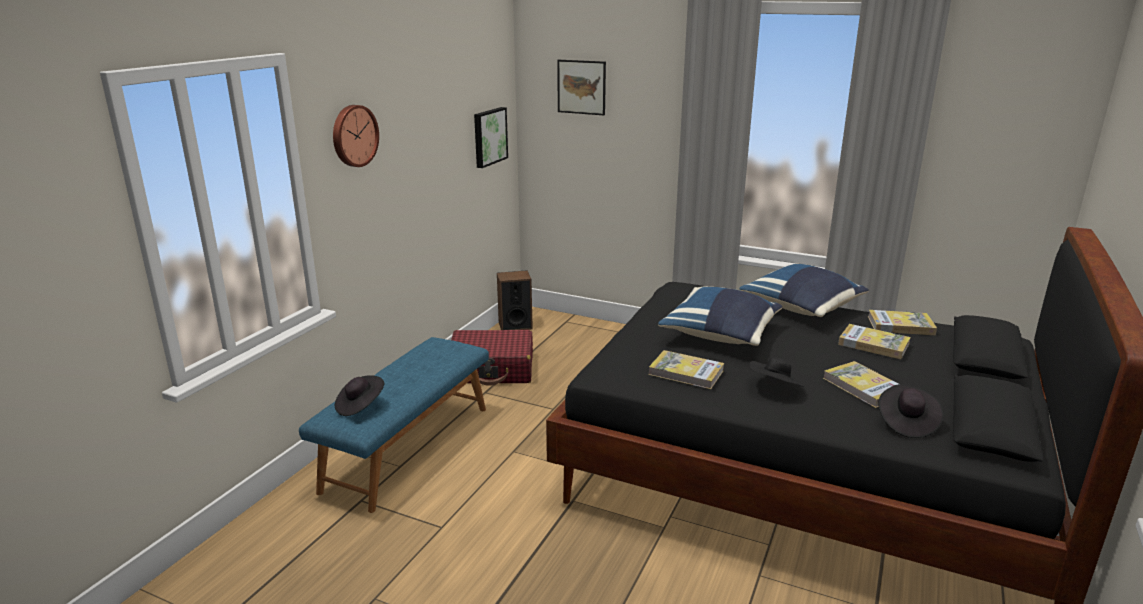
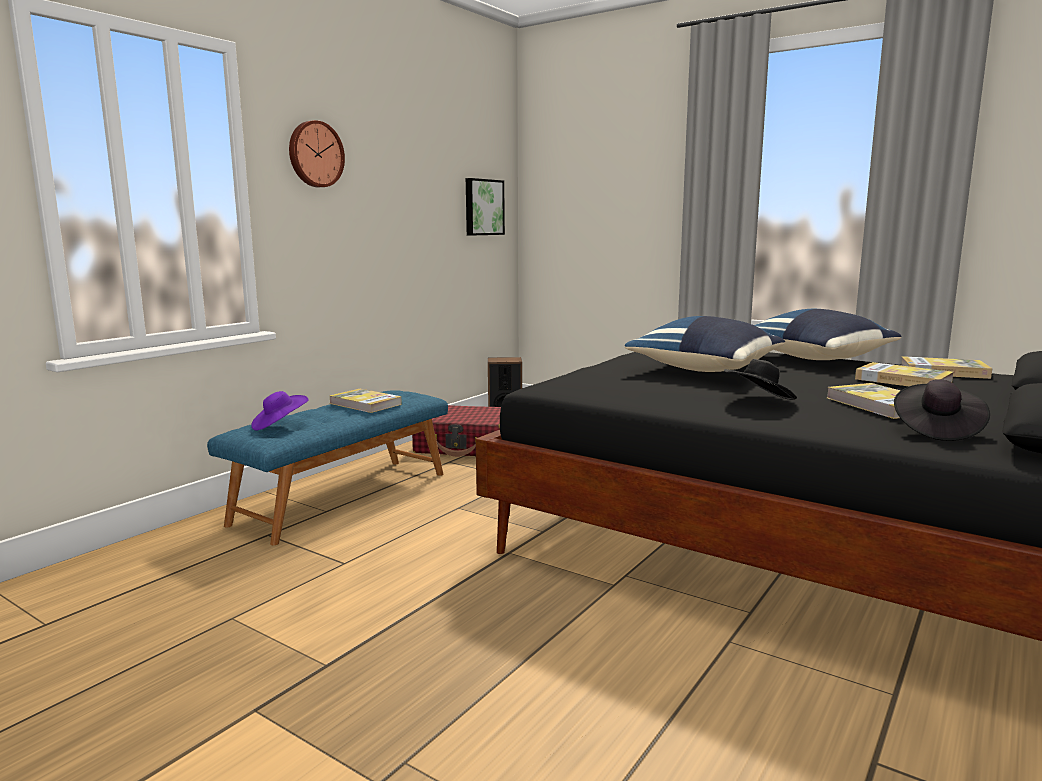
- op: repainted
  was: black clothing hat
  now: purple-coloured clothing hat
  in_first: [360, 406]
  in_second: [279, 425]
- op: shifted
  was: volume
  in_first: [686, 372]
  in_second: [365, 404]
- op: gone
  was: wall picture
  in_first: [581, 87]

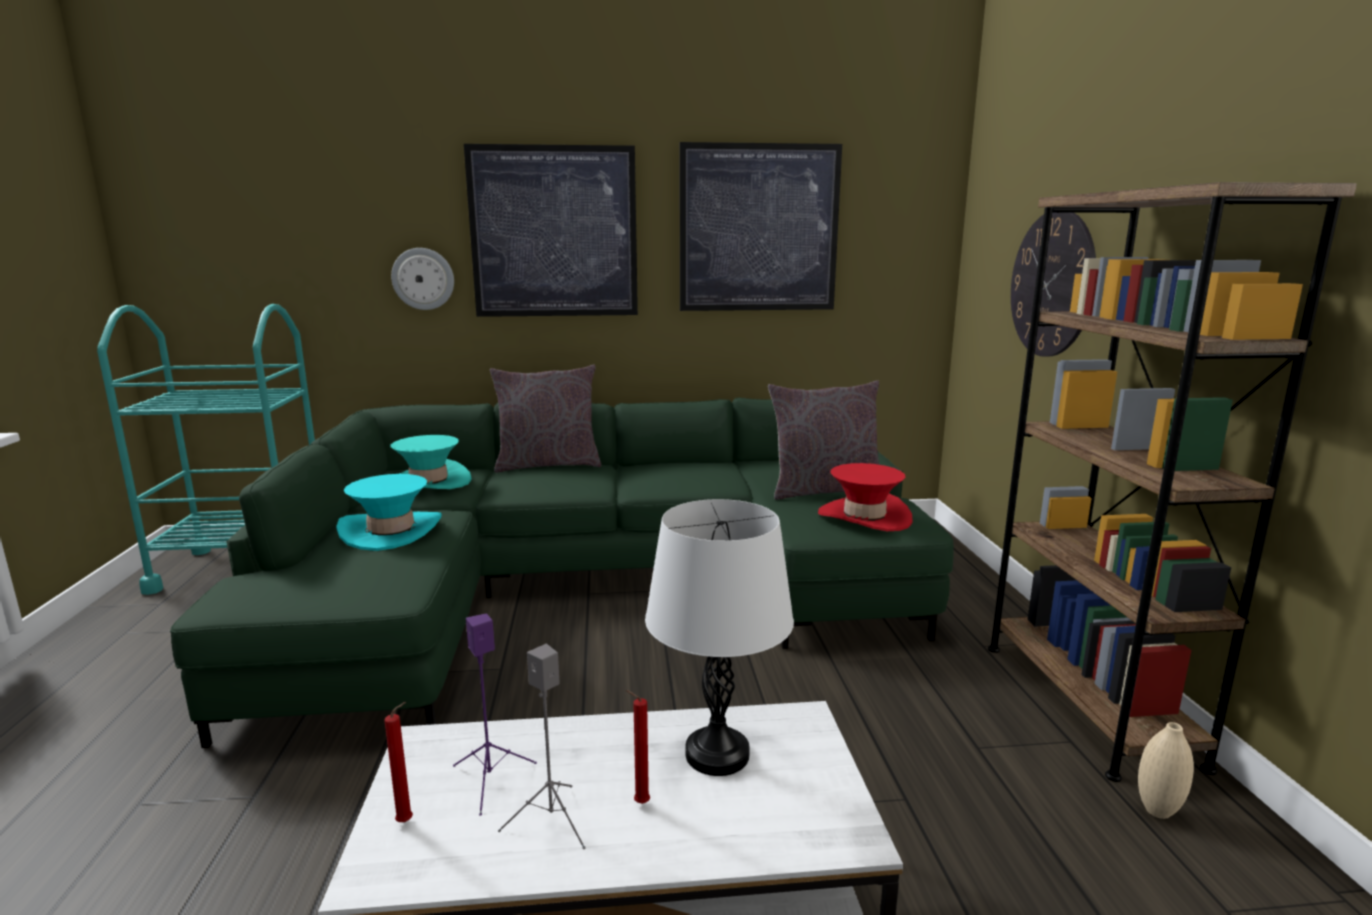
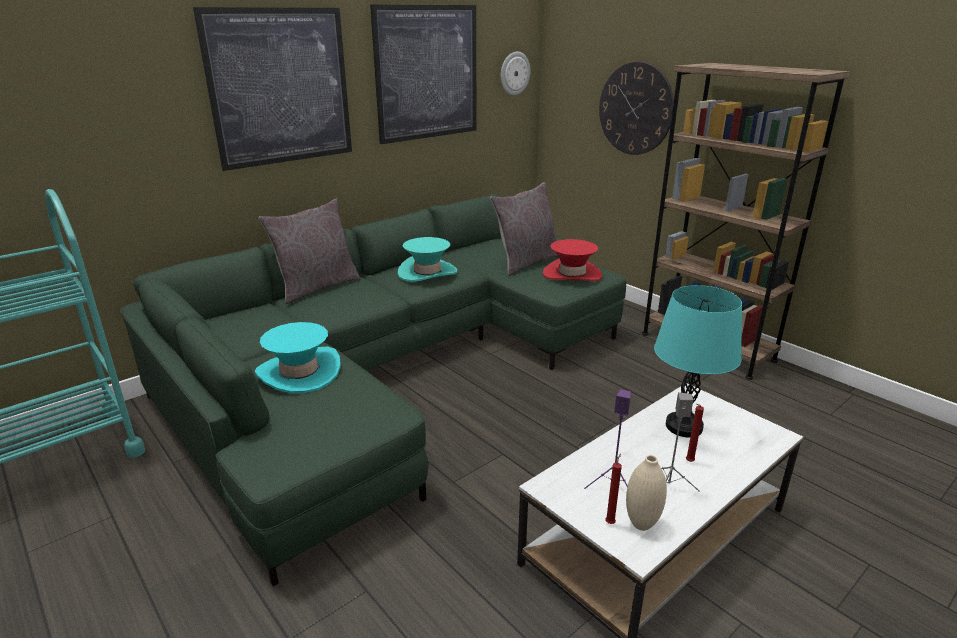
- op: shifted
  was: turquoise-coloured clothing hat
  in_first: [429, 482]
  in_second: [427, 272]
- op: shifted
  was: hanging clock
  in_first: [423, 279]
  in_second: [514, 73]
- op: shifted
  was: sand-coloured flower vase
  in_first: [1157, 811]
  in_second: [641, 524]
- op: repainted
  was: whitish tabletop lamp
  now: turquoise-coloured tabletop lamp
  in_first: [717, 754]
  in_second: [684, 426]

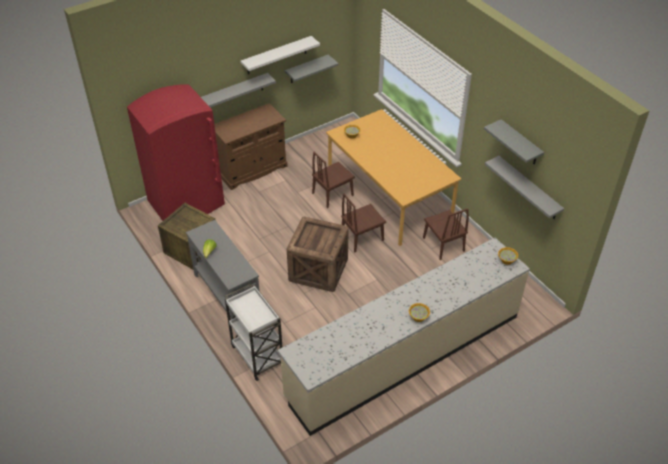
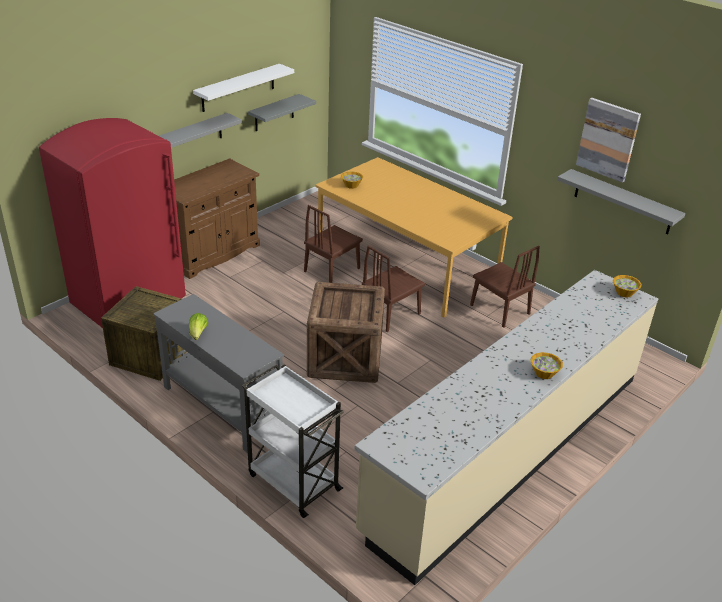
- op: swapped
  was: grey wall shelf
  now: wall picture
  in_first: [520, 143]
  in_second: [608, 139]

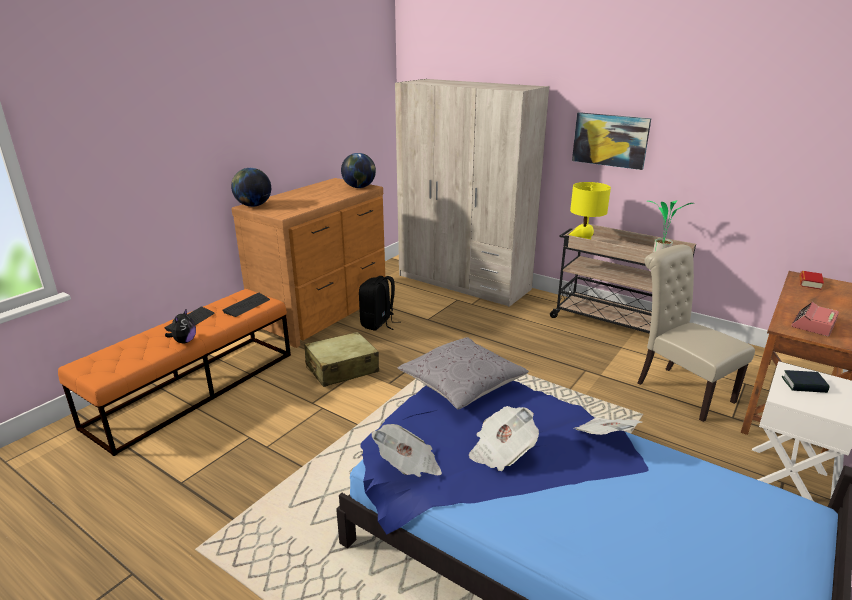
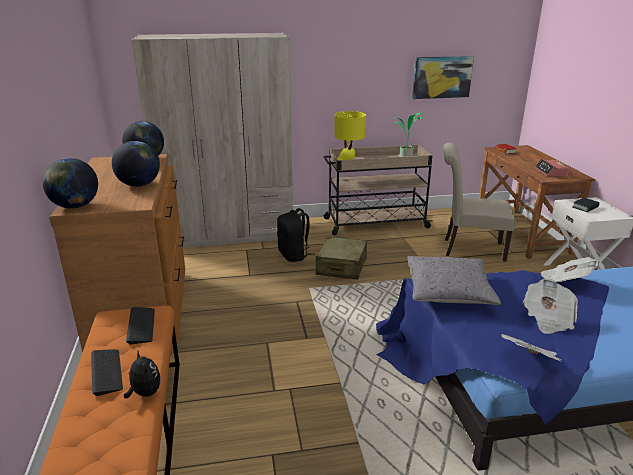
- op: new
  now: globe
  in_second: [139, 185]
- op: shifted
  was: black backpack
  in_first: [378, 324]
  in_second: [294, 255]
- op: shifted
  was: sand-coloured suitcase
  in_first: [341, 369]
  in_second: [341, 267]
- op: shifted
  was: wall picture
  in_first: [610, 140]
  in_second: [442, 77]

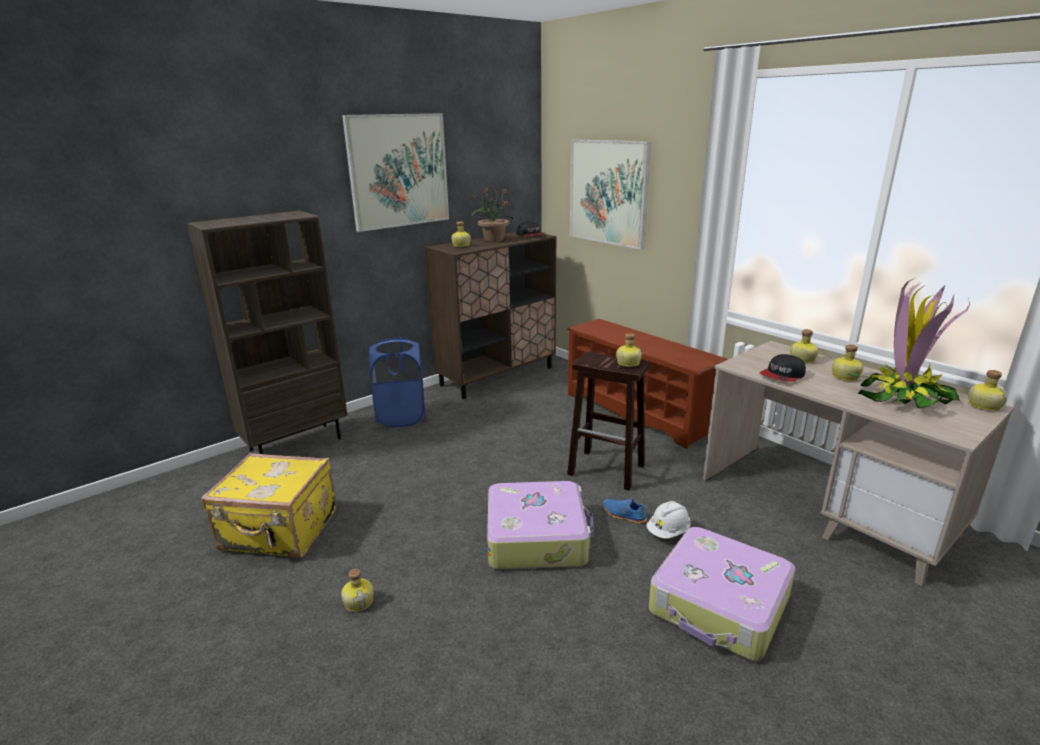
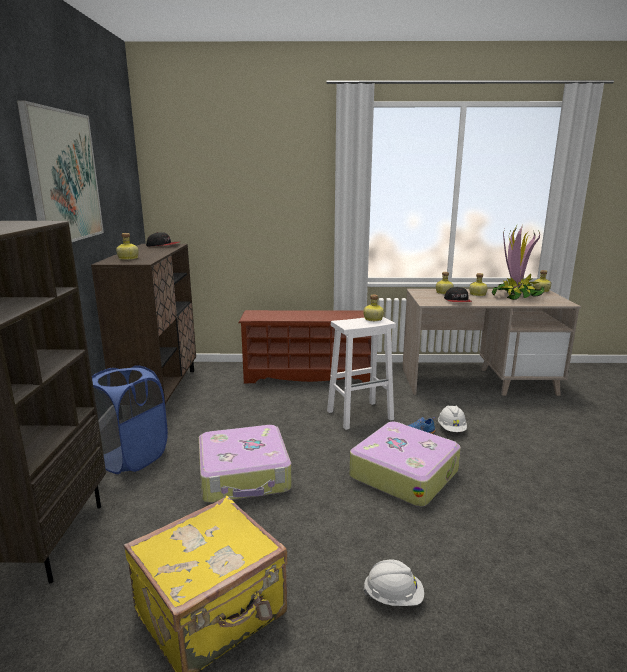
- op: shifted
  was: suitcase
  in_first: [719, 605]
  in_second: [245, 475]
- op: repainted
  was: brown-coloured stool
  now: whitish stool
  in_first: [607, 470]
  in_second: [360, 415]
- op: swapped
  was: beverage bottle
  now: whitish safety helmet
  in_first: [359, 601]
  in_second: [393, 597]
- op: gone
  was: potted plant
  in_first: [493, 239]
- op: gone
  was: wall picture
  in_first: [608, 192]

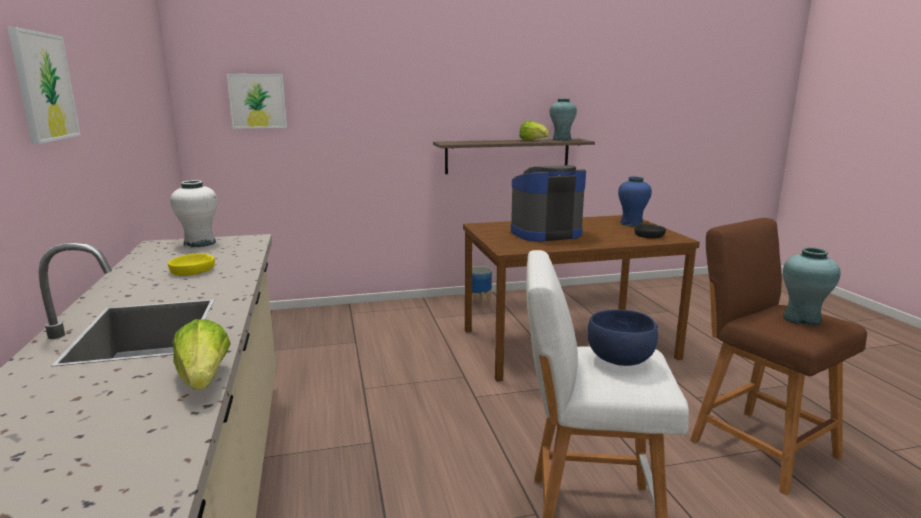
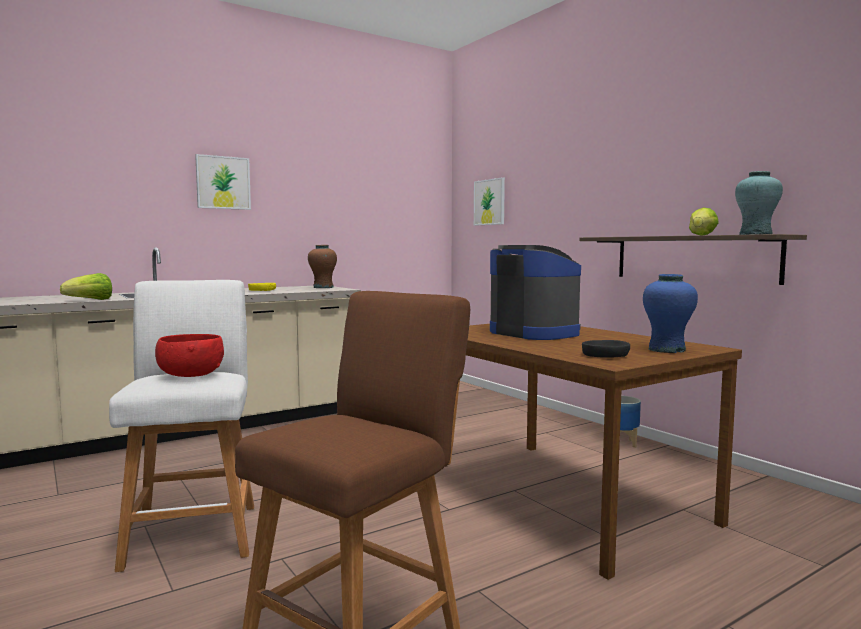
- op: repainted
  was: bluish serving bowl
  now: reddish serving bowl
  in_first: [620, 360]
  in_second: [190, 375]
- op: repainted
  was: whitish flower vase
  now: brown-coloured flower vase
  in_first: [200, 243]
  in_second: [323, 287]
- op: gone
  was: turquoise-coloured flower vase
  in_first: [802, 319]

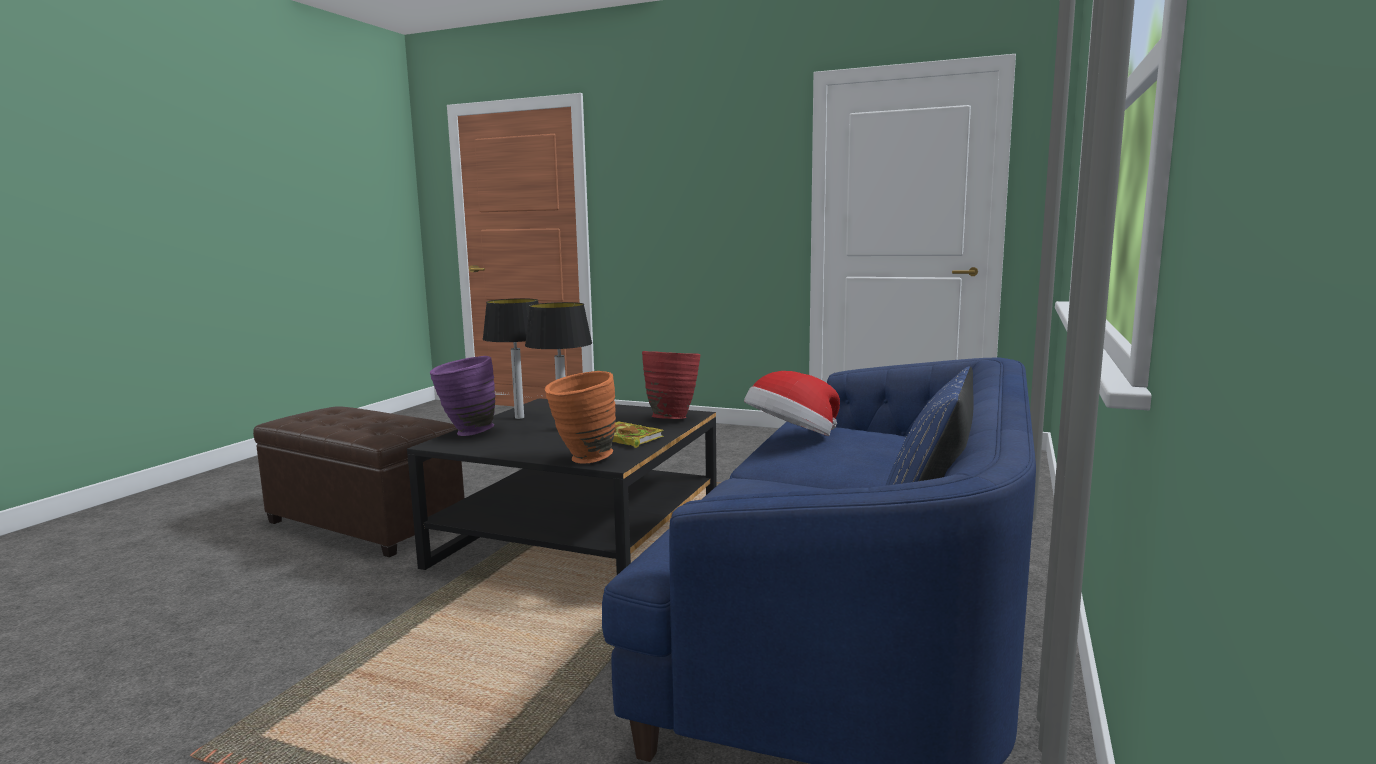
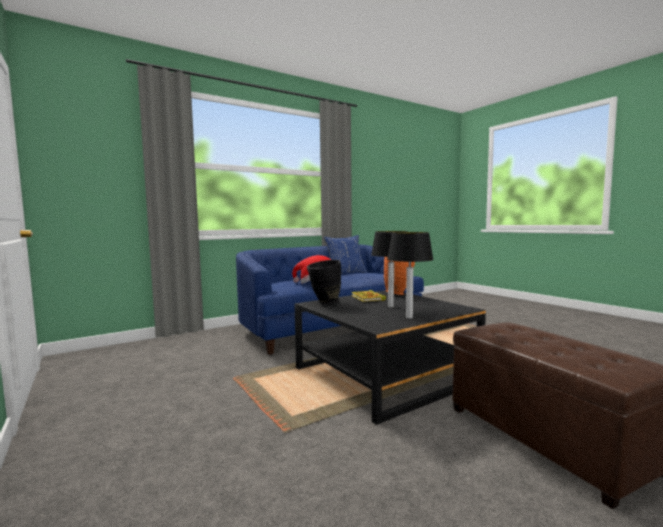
- op: repainted
  was: reddish flower vase
  now: black flower vase
  in_first: [672, 418]
  in_second: [324, 303]
- op: gone
  was: purple-coloured flower vase
  in_first: [466, 433]

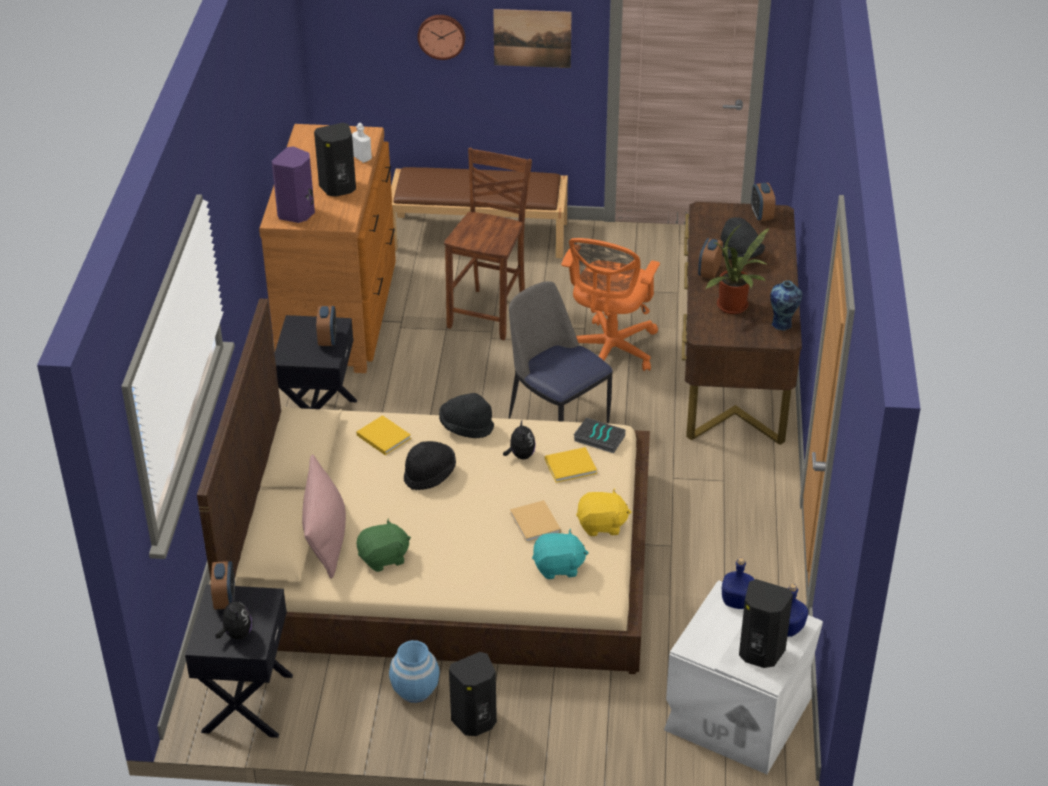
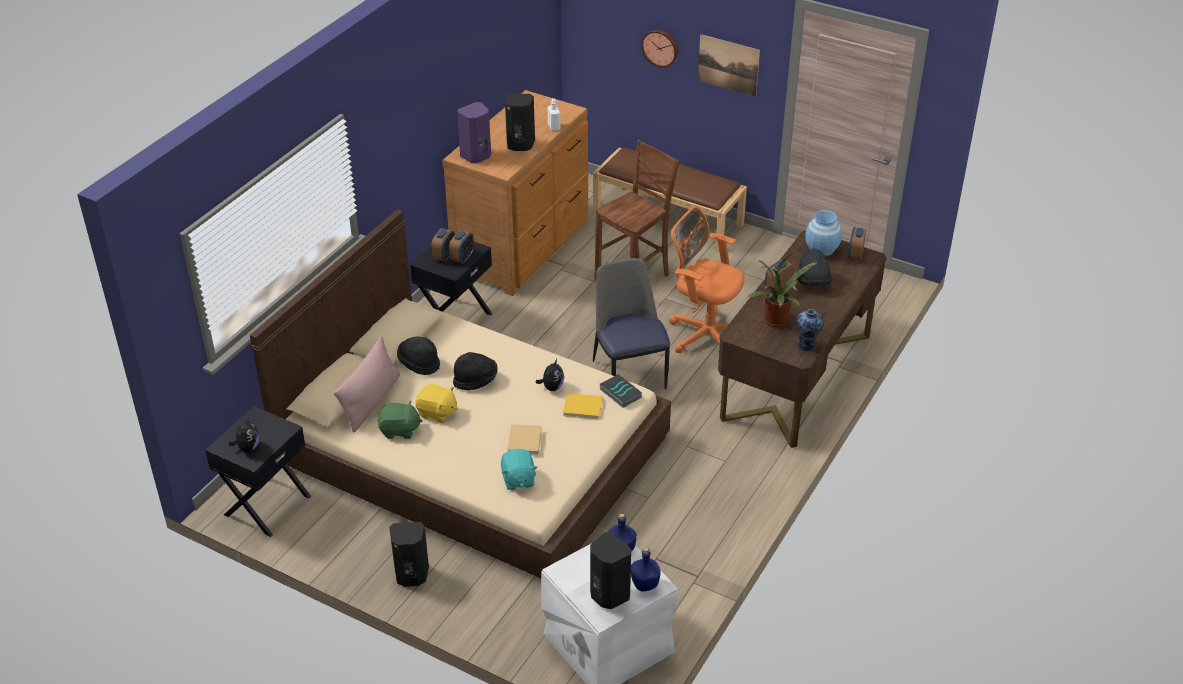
- op: shifted
  was: black clothing hat
  in_first: [466, 427]
  in_second: [419, 363]
- op: shifted
  was: yellow-coloured plush toy
  in_first: [602, 525]
  in_second: [437, 413]
- op: shifted
  was: alarm clock
  in_first: [225, 600]
  in_second: [444, 256]
- op: rotated
  was: turquoise-coloured plush toy
  in_first: [558, 567]
  in_second: [518, 479]
  clockwise: 60
- op: rotated
  was: orange desk chair
  in_first: [609, 353]
  in_second: [705, 335]
  clockwise: 75
- op: shifted
  was: bluish flower vase
  in_first: [415, 690]
  in_second: [821, 250]
- op: gone
  was: yellow-coloured volume
  in_first: [382, 436]

